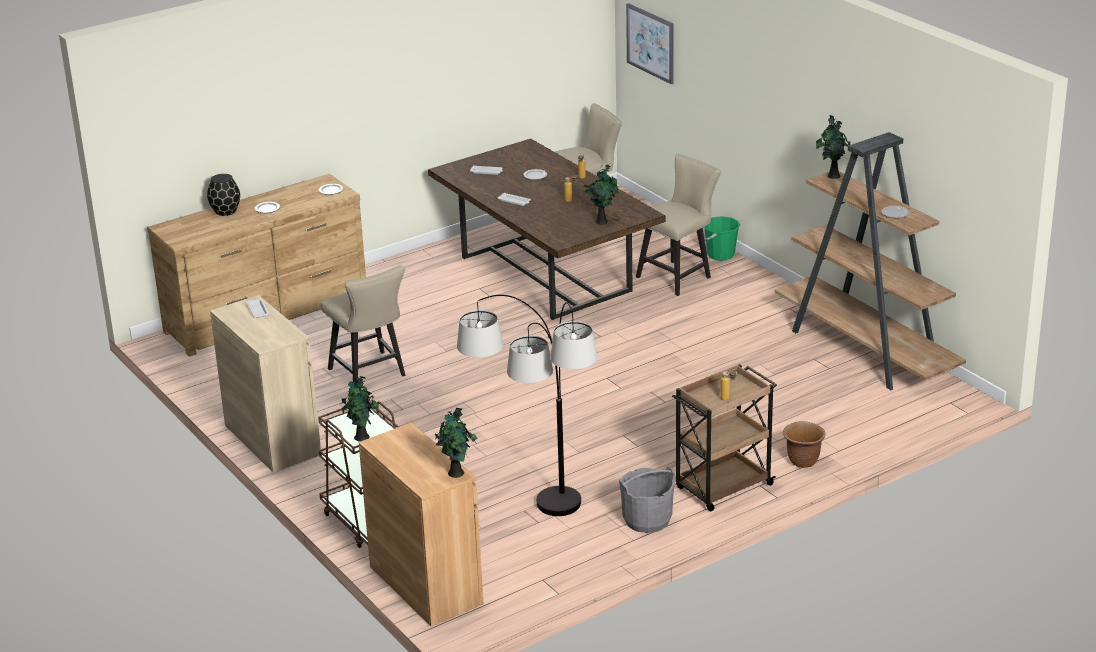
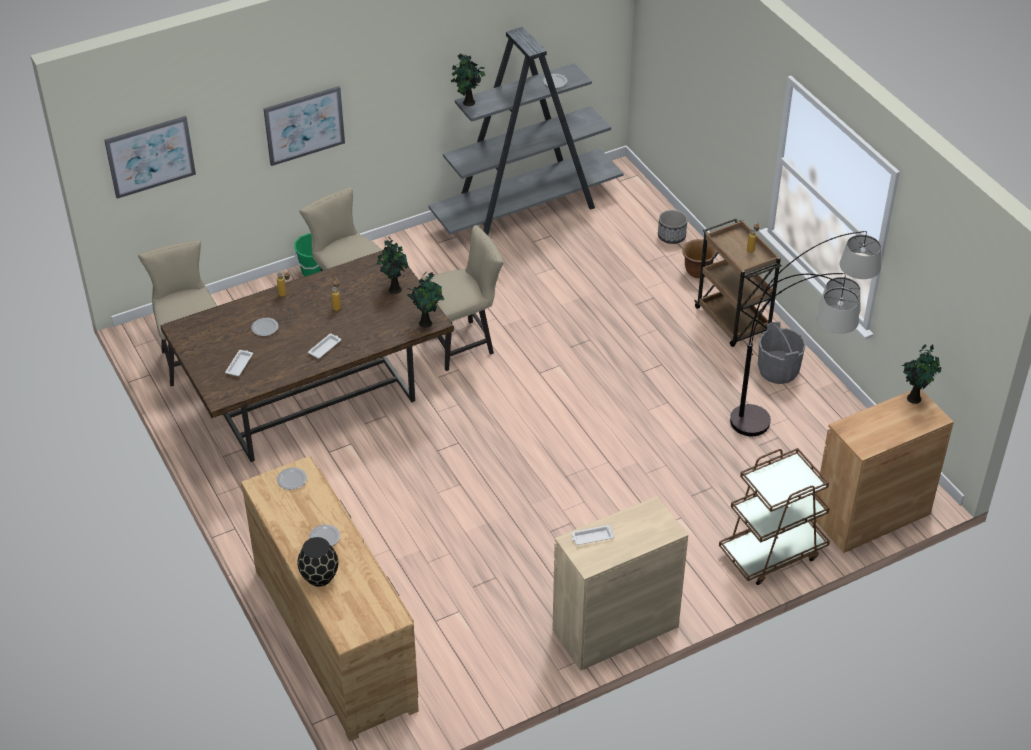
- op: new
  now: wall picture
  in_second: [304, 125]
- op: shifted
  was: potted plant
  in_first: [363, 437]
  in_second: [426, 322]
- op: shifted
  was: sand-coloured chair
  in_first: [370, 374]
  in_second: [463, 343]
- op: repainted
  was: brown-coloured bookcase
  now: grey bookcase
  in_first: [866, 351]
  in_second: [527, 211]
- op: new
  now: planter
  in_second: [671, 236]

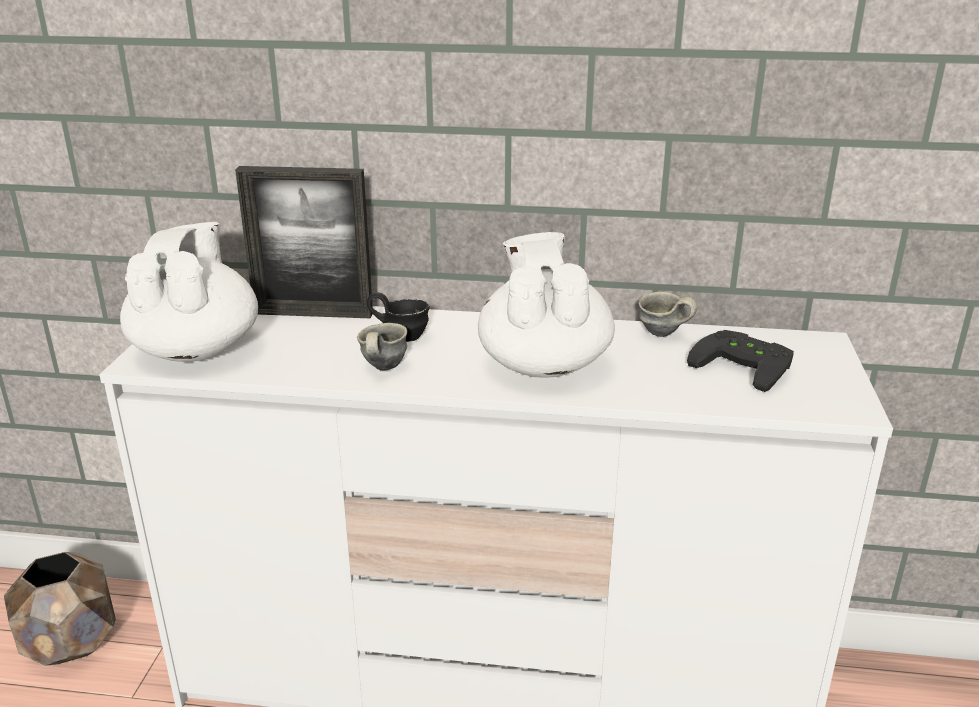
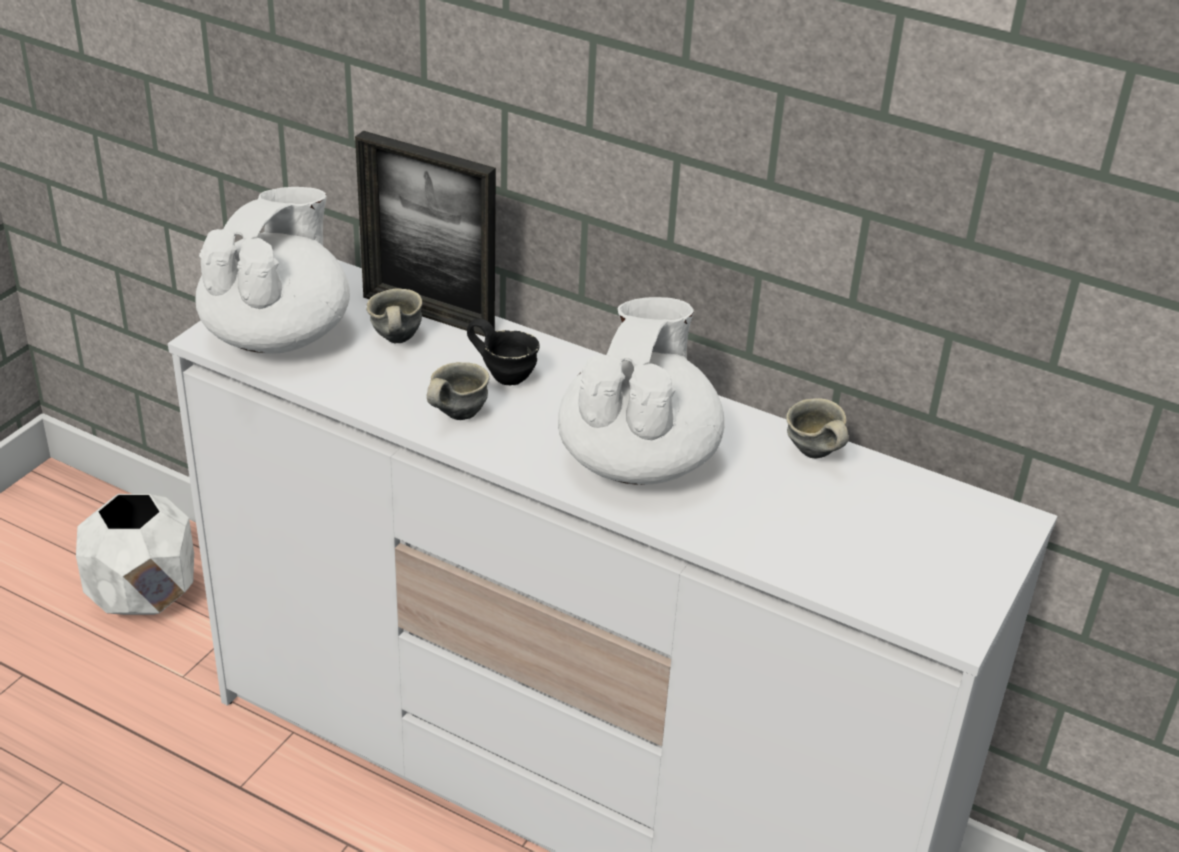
- op: repainted
  was: brown-coloured planter
  now: whitish planter
  in_first: [73, 643]
  in_second: [145, 595]
- op: new
  now: grey tea mug
  in_second: [393, 341]
- op: gone
  was: black gamepad
  in_first: [745, 365]

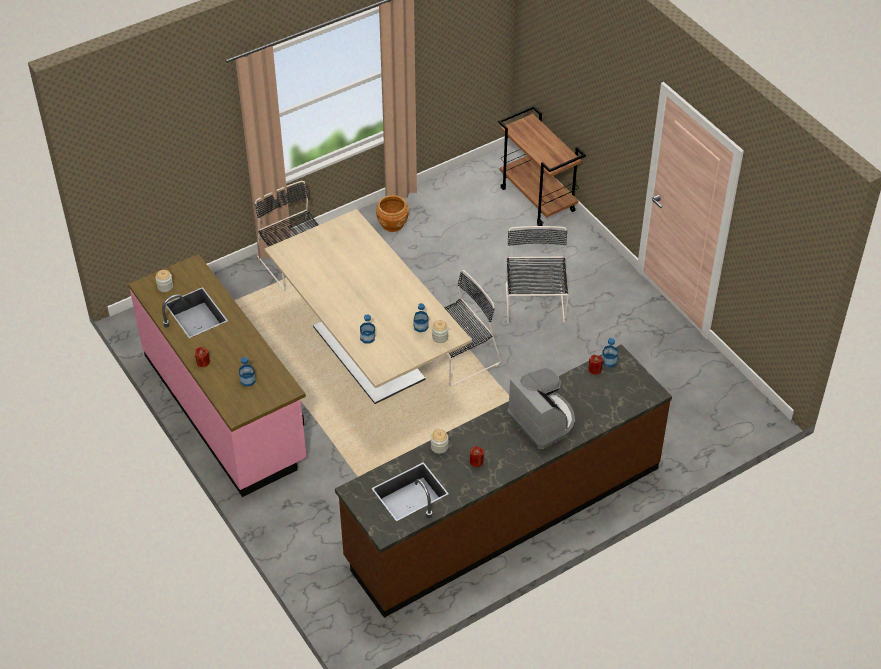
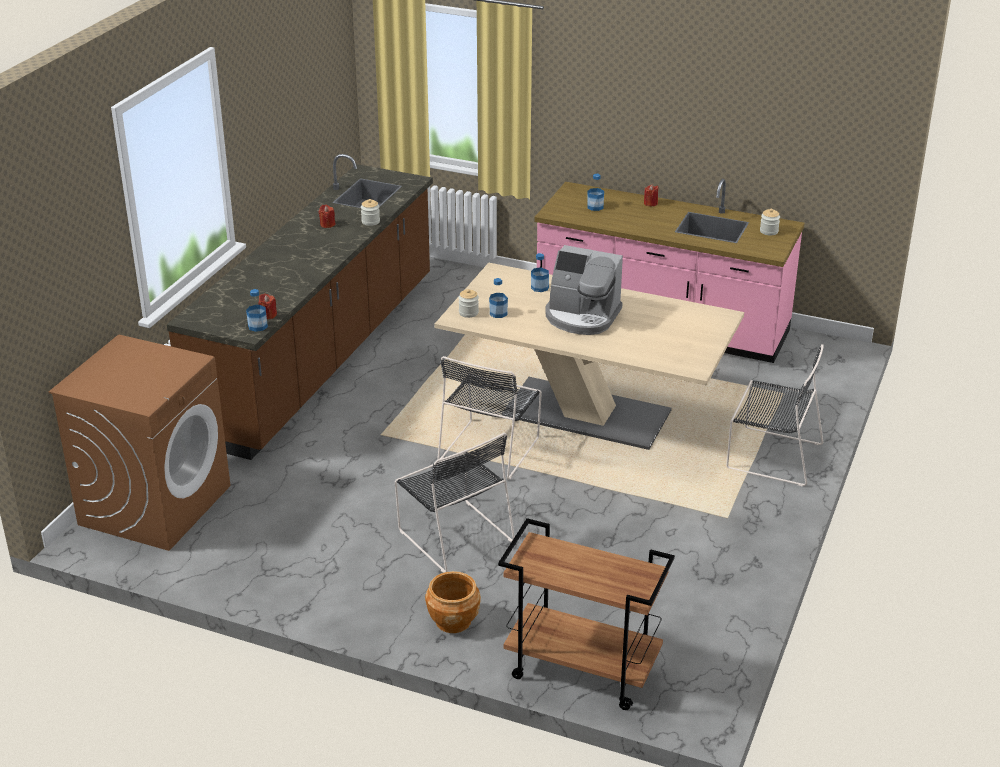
- op: new
  now: brown-coloured washing machine
  in_second: [155, 504]
- op: shifted
  was: brown-coloured planter
  in_first: [392, 224]
  in_second: [453, 621]
- op: shifted
  was: coffee brewer
  in_first: [543, 420]
  in_second: [582, 317]

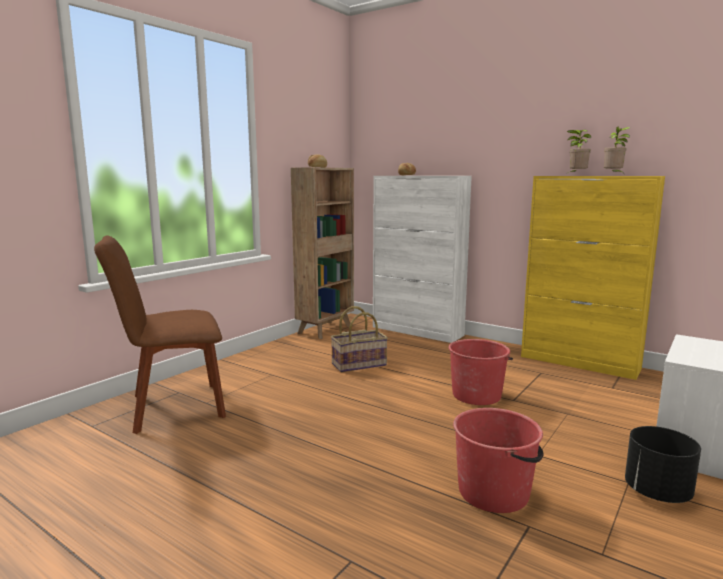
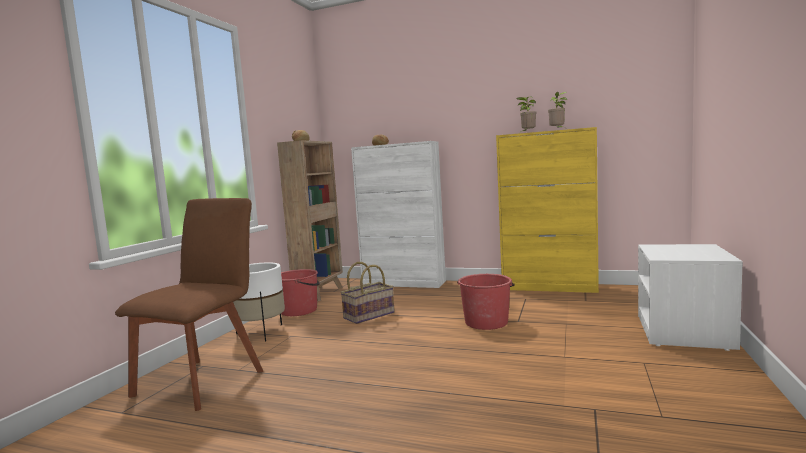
- op: rotated
  was: brown-coloured chair
  in_first: [171, 407]
  in_second: [203, 380]
  clockwise: 150
- op: new
  now: whitish planter
  in_second: [261, 333]
- op: shifted
  was: reddish water bucket
  in_first: [494, 492]
  in_second: [299, 310]
- op: gone
  was: black planter
  in_first: [657, 493]

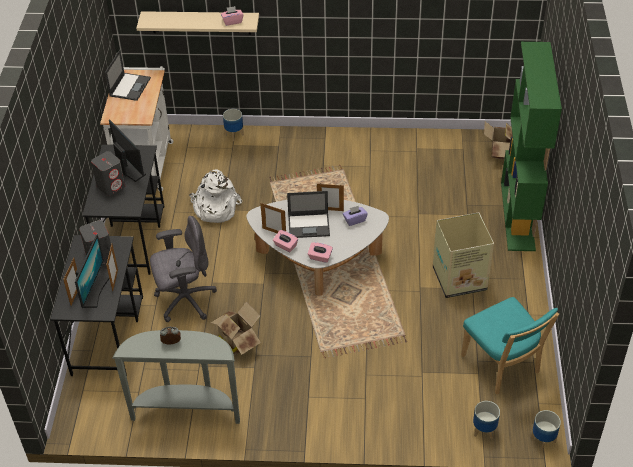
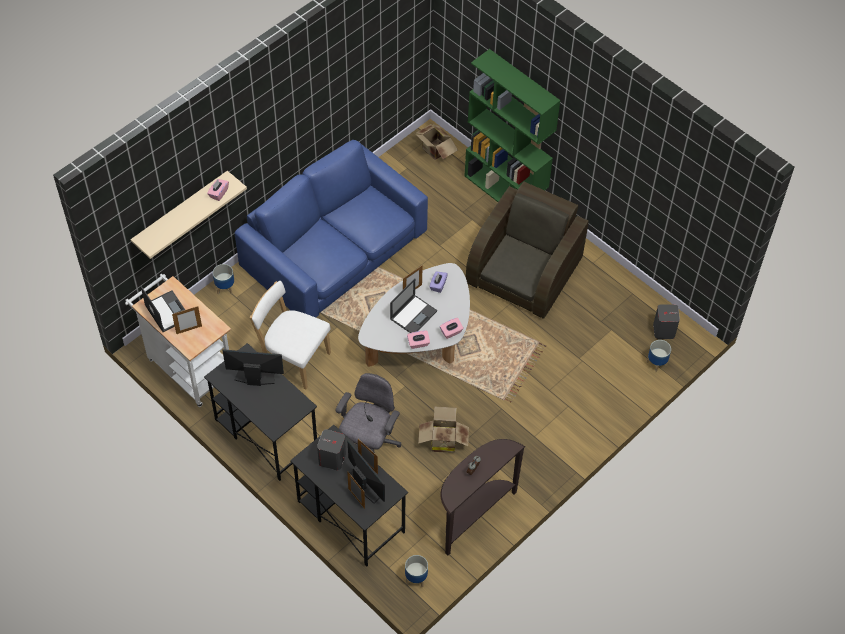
- op: shifted
  was: picture frame
  in_first: [274, 232]
  in_second: [189, 330]
- op: new
  now: bluish sofa
  in_second: [335, 250]
- op: swapped
  was: whitish backpack
  now: whitish chair
  in_first: [215, 208]
  in_second: [293, 359]
- op: shifted
  was: planter
  in_first: [542, 439]
  in_second: [415, 578]
- op: repainted
  was: grey console table
  now: brown-coloured console table
  in_first: [186, 410]
  in_second: [473, 515]
- op: swapped
  was: carton
  now: brown-coloured easy chair
  in_first: [460, 279]
  in_second: [524, 272]
- op: shifted
  was: grey audio speaker
  in_first: [111, 186]
  in_second: [663, 330]
- op: gone
  was: turquoise-coloured chair
  in_first: [502, 366]

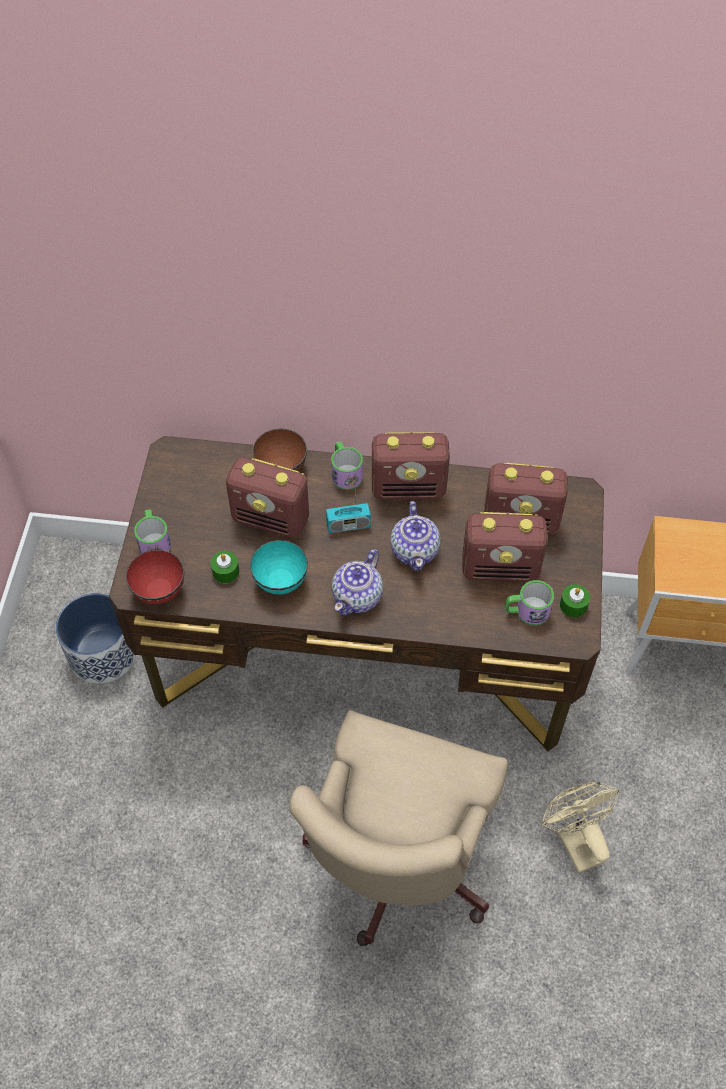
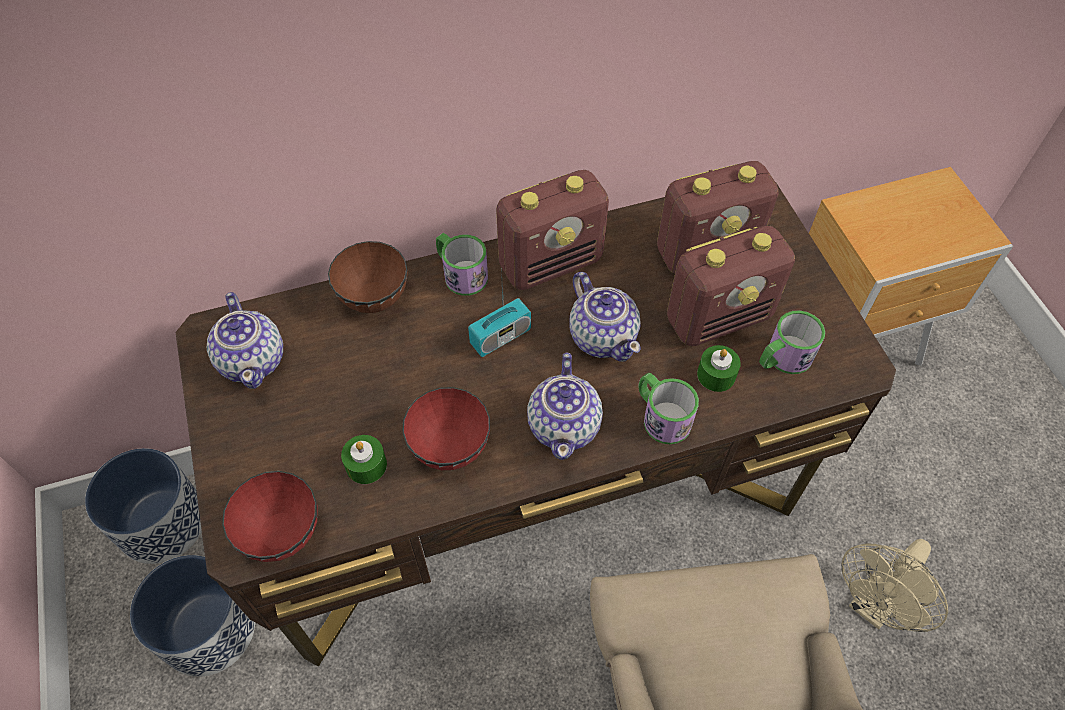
- op: new
  now: planter
  in_second: [161, 522]
- op: new
  now: teapot
  in_second: [253, 360]
- op: repainted
  was: turquoise-coloured serving bowl
  now: reddish serving bowl
  in_first: [280, 582]
  in_second: [450, 448]
- op: shifted
  was: tea mug
  in_first: [154, 541]
  in_second: [661, 416]
- op: shifted
  was: green wax light
  in_first: [573, 605]
  in_second: [716, 375]
- op: rotated
  was: sand-coloured electric fan
  in_first: [574, 840]
  in_second: [873, 605]
  clockwise: -90
- op: gone
  was: radio
  in_first: [271, 519]

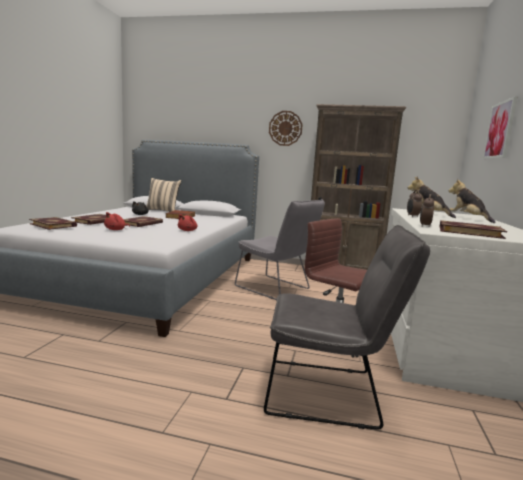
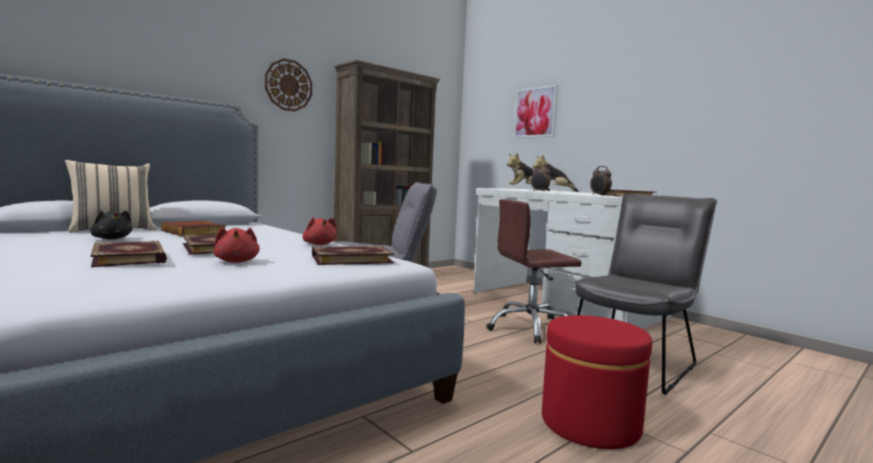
- op: shifted
  was: volume
  in_first: [54, 225]
  in_second: [351, 259]
- op: new
  now: reddish footrest
  in_second: [590, 423]

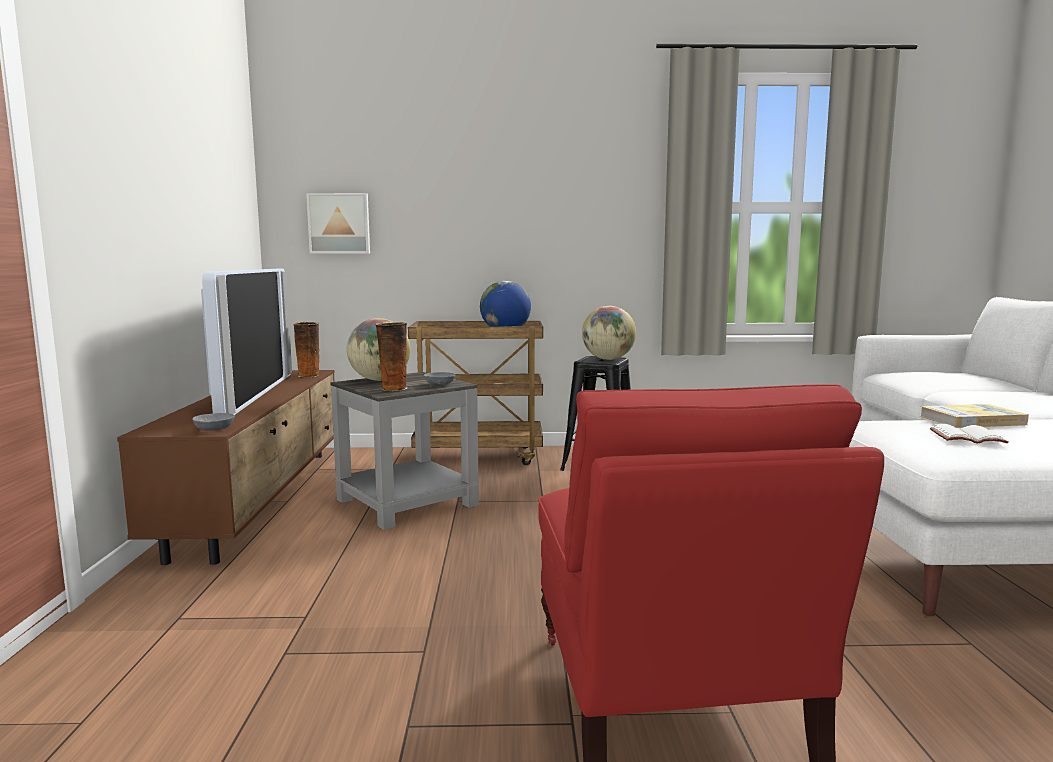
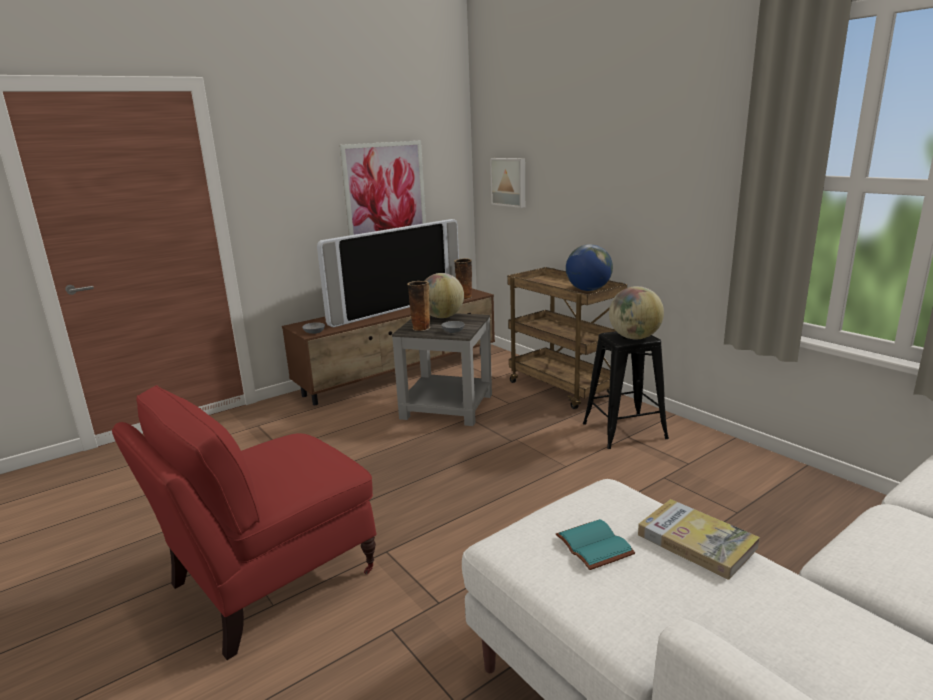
- op: new
  now: wall picture
  in_second: [385, 189]
- op: repainted
  was: whitish volume
  now: turquoise-coloured volume
  in_first: [966, 438]
  in_second: [592, 545]

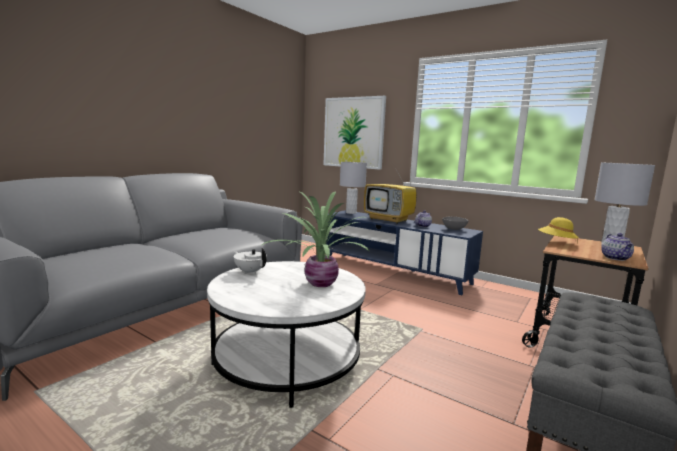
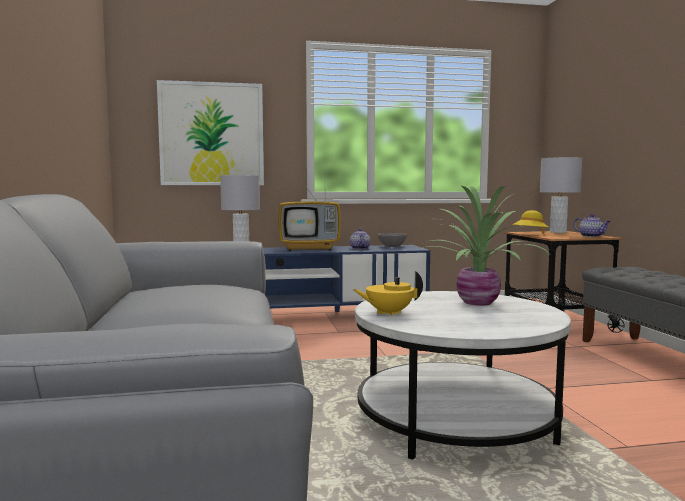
- op: repainted
  was: whitish teapot
  now: yellow-coloured teapot
  in_first: [250, 272]
  in_second: [388, 313]

